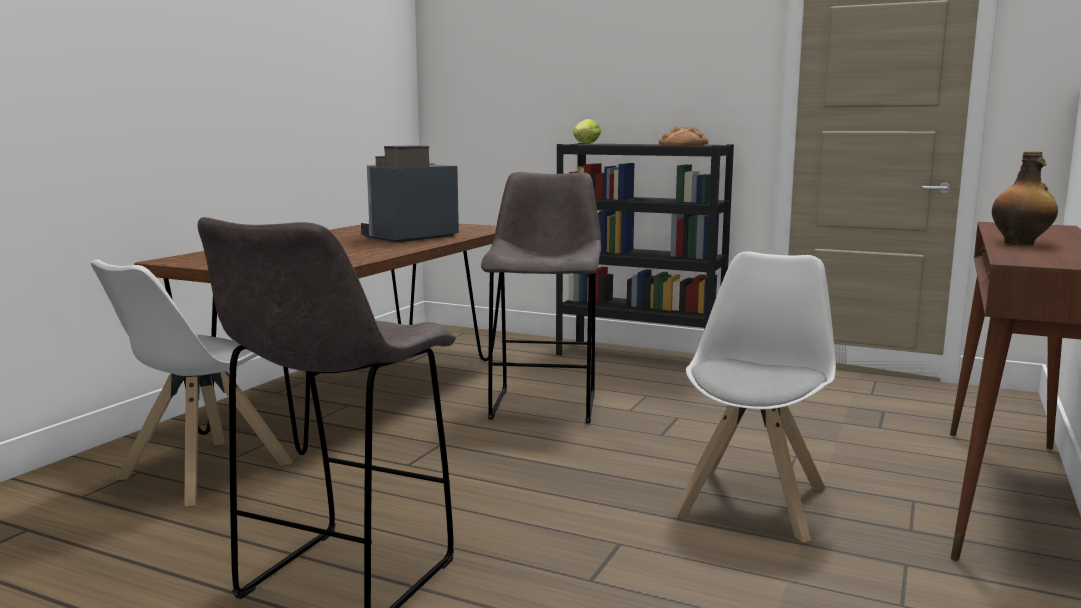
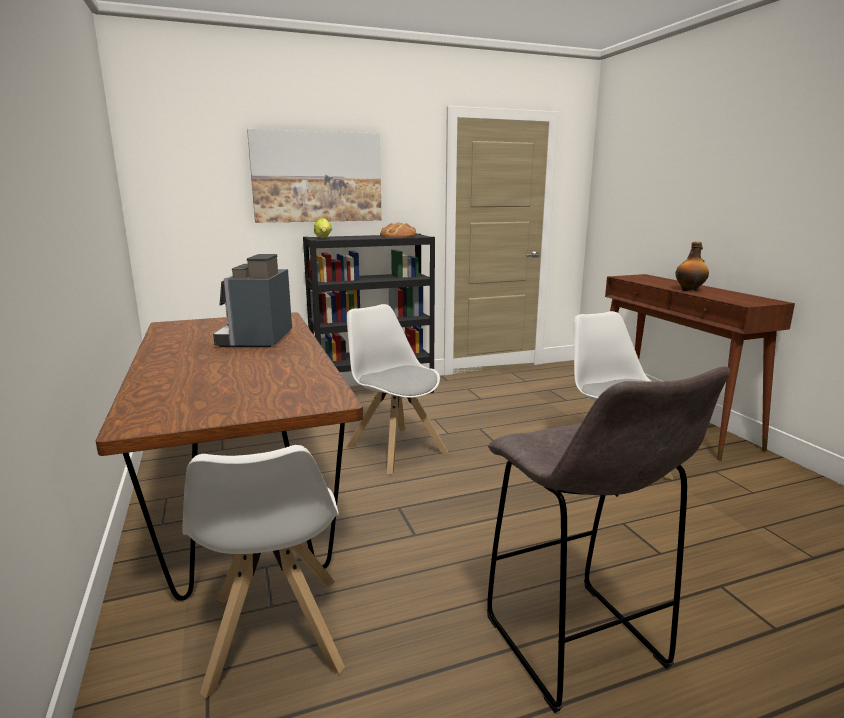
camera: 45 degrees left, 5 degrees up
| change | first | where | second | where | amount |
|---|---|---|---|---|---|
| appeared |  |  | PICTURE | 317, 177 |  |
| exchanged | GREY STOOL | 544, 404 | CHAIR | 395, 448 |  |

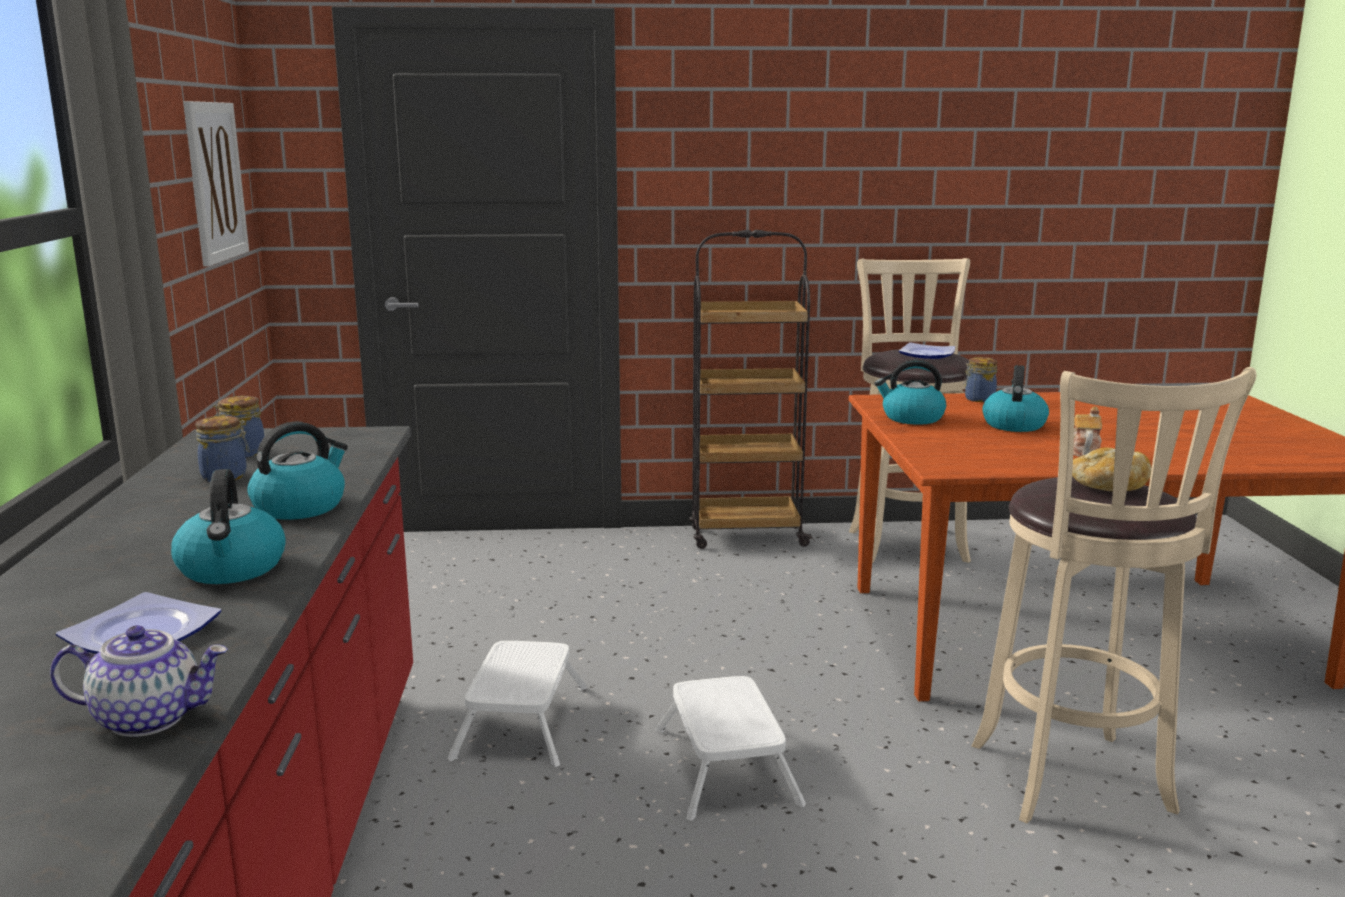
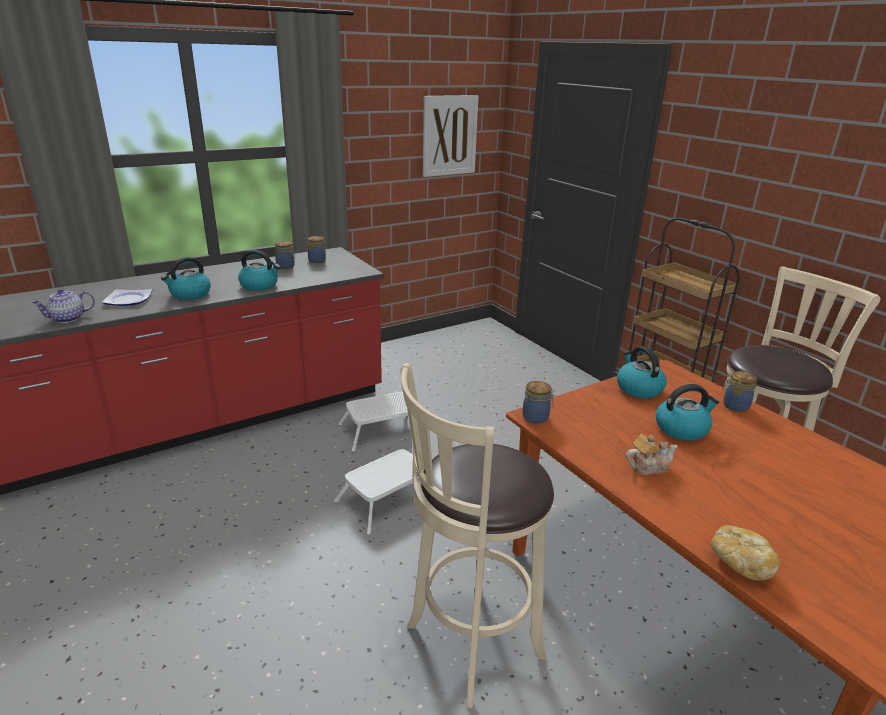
camera: 60 degrees right, 10 degrees up
| change | first | where | second | where | amount |
|---|---|---|---|---|---|
| spun | TEAPOT | 150, 718 |  | 67, 319 | 90 degrees clockwise |
| appeared |  |  | JAR | 536, 417 |  |
| relocated | BREAD | 1106, 488 |  | 739, 563 |  |
| missing | PLATE | 926, 354 |  |  |  |

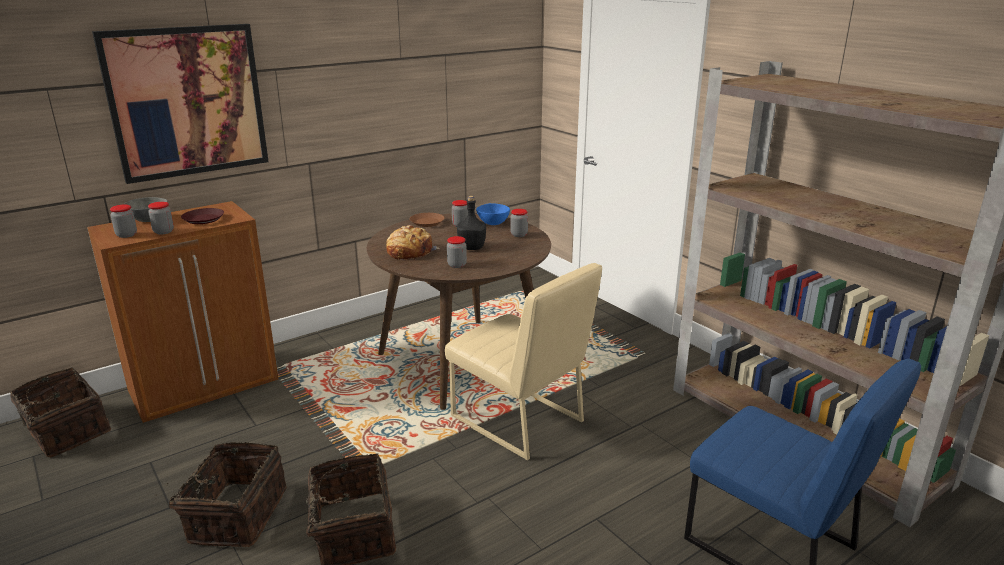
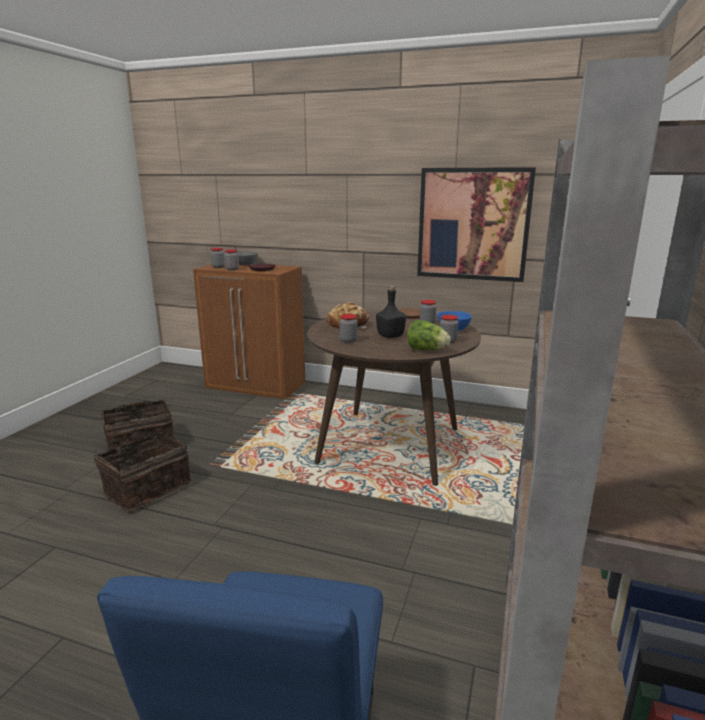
camera: 55 degrees right, 5 degrees down
| change | first | where | second | where | amount |
|---|---|---|---|---|---|
| appeared |  |  | LETTUCE | 426, 350 |  |
| relocated | PICTURE | 187, 102 |  | 473, 224 |  |
| missing | BASKET | 65, 431 |  |  |  |
| missing | BEIGE CHAIR | 519, 420 |  |  |  |

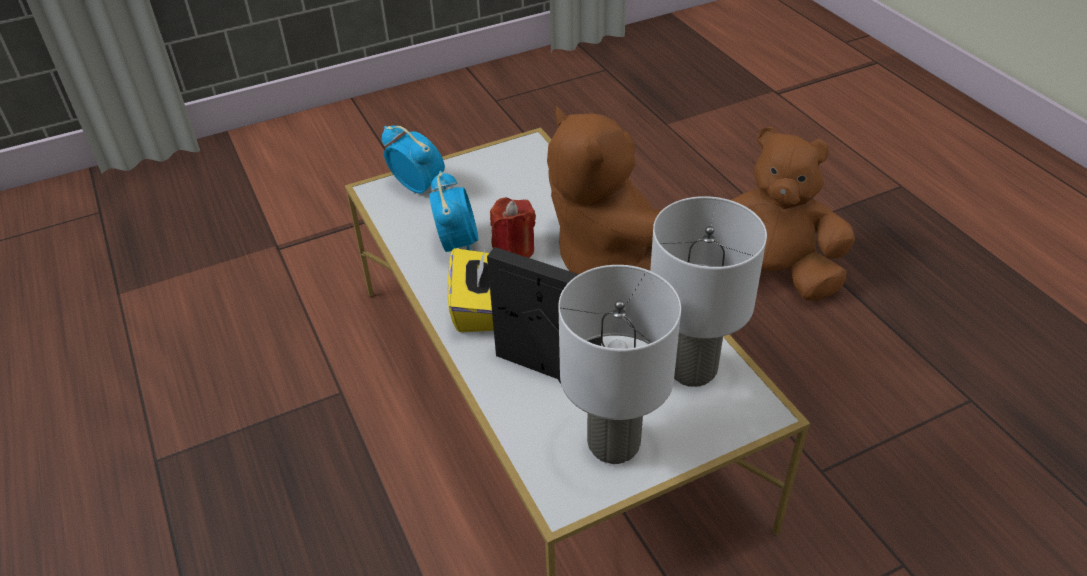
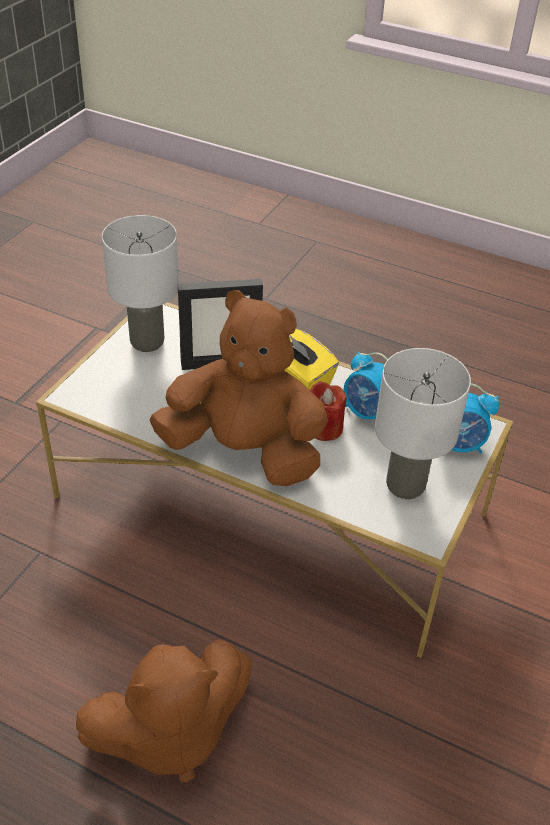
camera: 140 degrees right, 0 degrees up
| change | first | where | second | where | amount |
|---|---|---|---|---|---|
| relocated | WHITE TABLE LAMP | 694, 370 |  | 404, 488 |  |

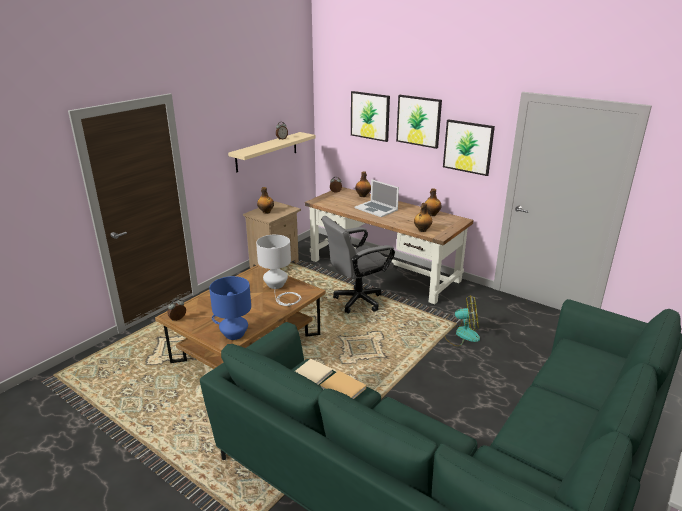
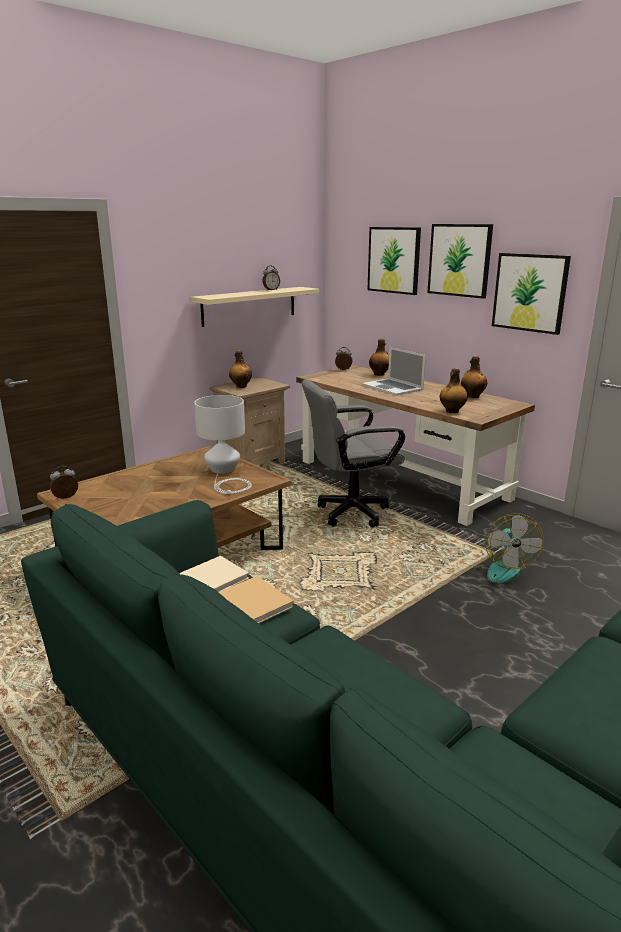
camera: 10 degrees right, 5 degrees down
| change | first | where | second | where | amount |
|---|---|---|---|---|---|
| spun | FAN | 461, 334 |  | 500, 568 | 75 degrees clockwise |
| missing | BLUE TABLE LAMP | 231, 327 |  |  |  |

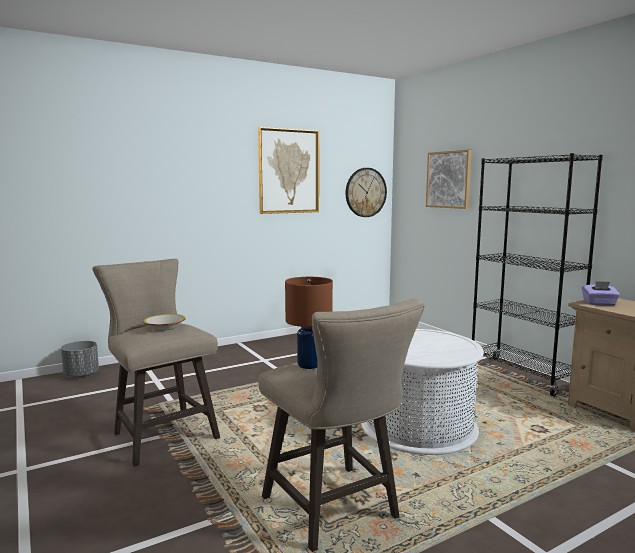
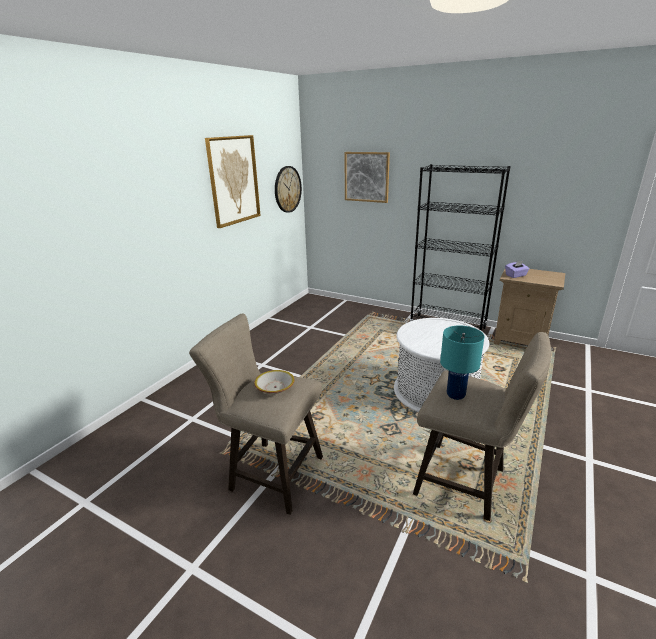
camera: 30 degrees left, 15 degrees up
| change | first | where | second | where | amount |
|---|---|---|---|---|---|
| colour | BROWN TABLE LAMP | 309, 366 | TURQUOISE TABLE LAMP | 456, 395 |  |
| missing | GREY PLANTER | 81, 375 |  |  |  |

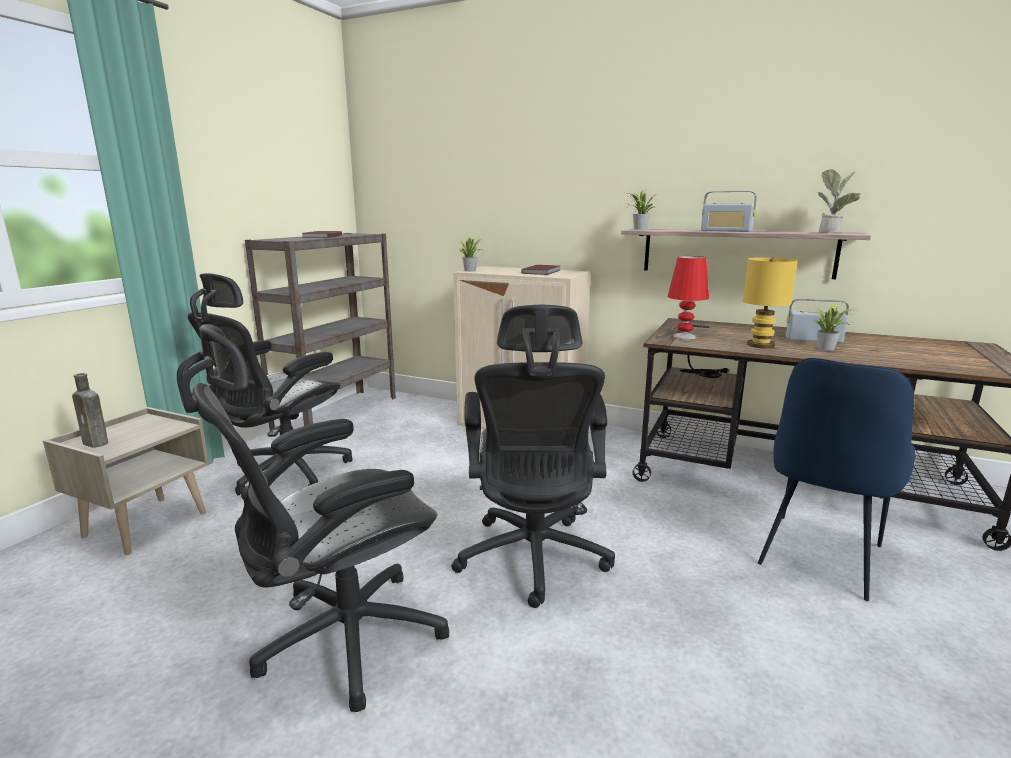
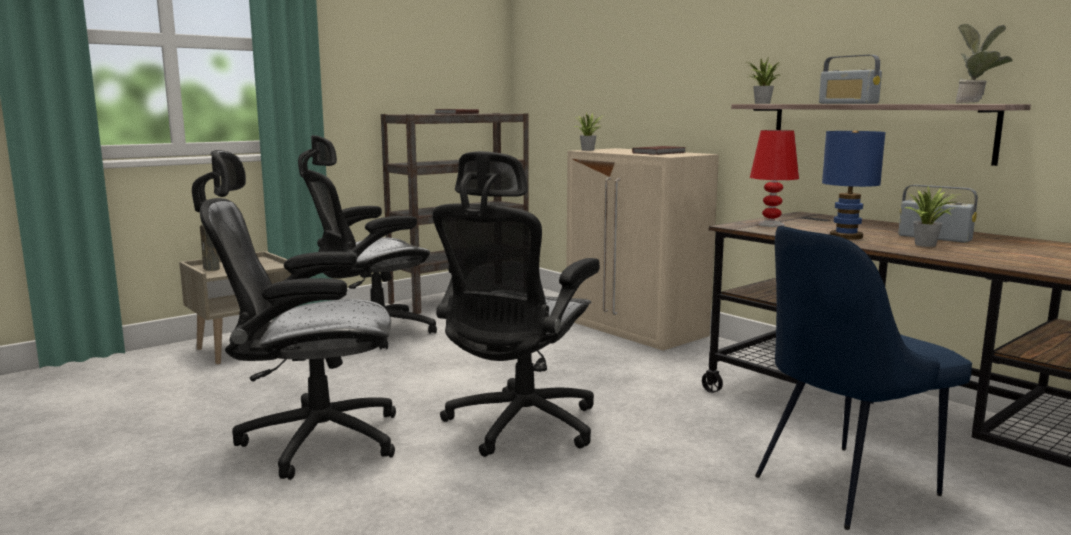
camera: 25 degrees right, 5 degrees down
| change | first | where | second | where | amount |
|---|---|---|---|---|---|
| colour | YELLOW TABLE LAMP | 761, 345 | BLUE TABLE LAMP | 847, 236 |  |

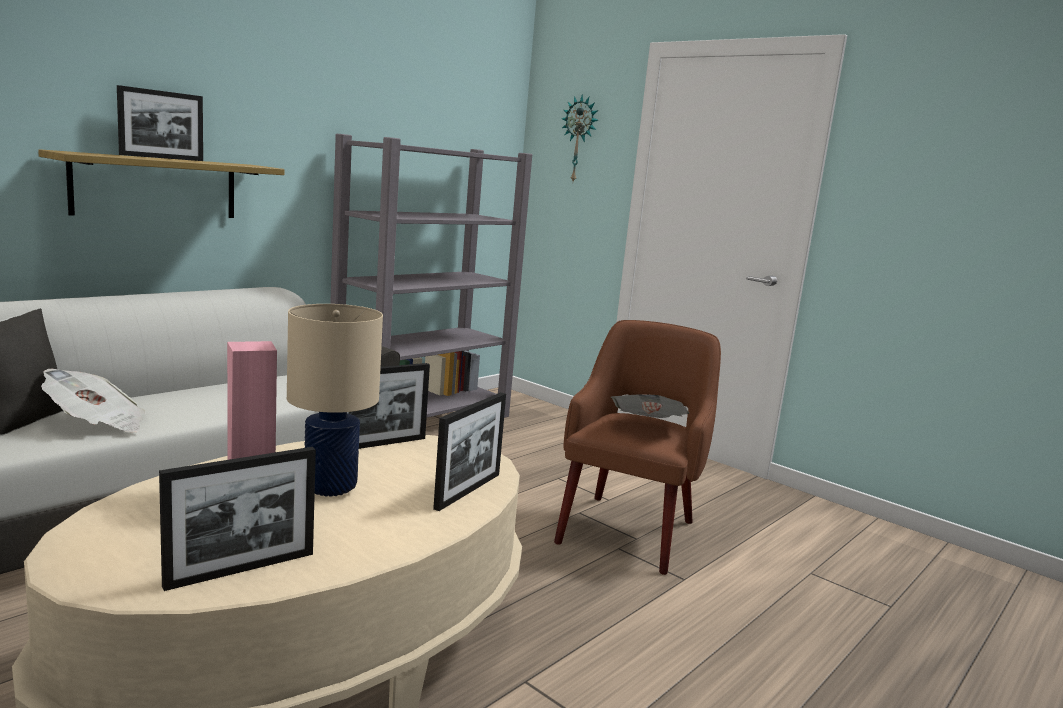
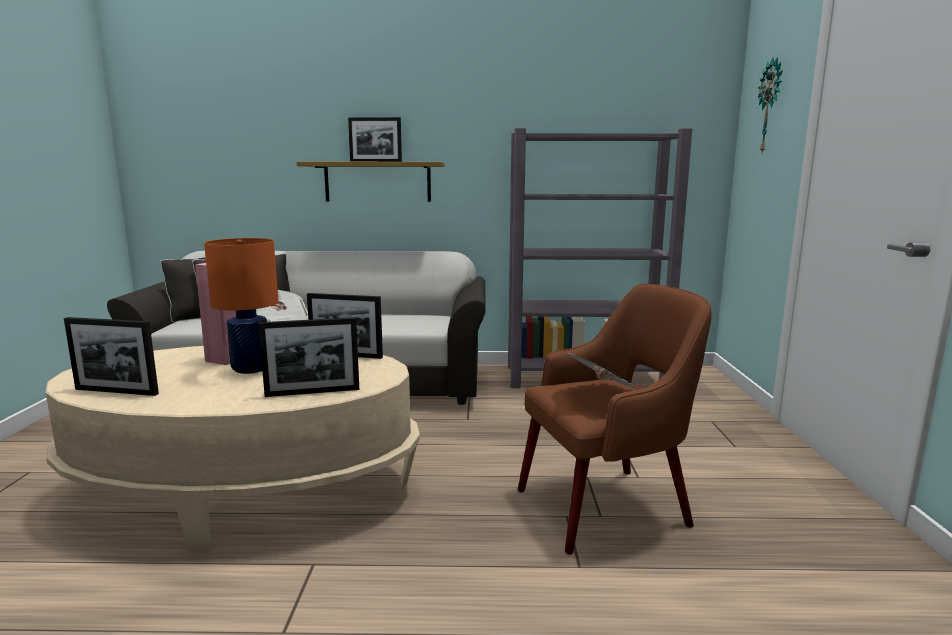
camera: 50 degrees right, 0 degrees up
| change | first | where | second | where | amount |
|---|---|---|---|---|---|
| colour | BEIGE TABLE LAMP | 330, 490 | ORANGE TABLE LAMP | 250, 370 |  |

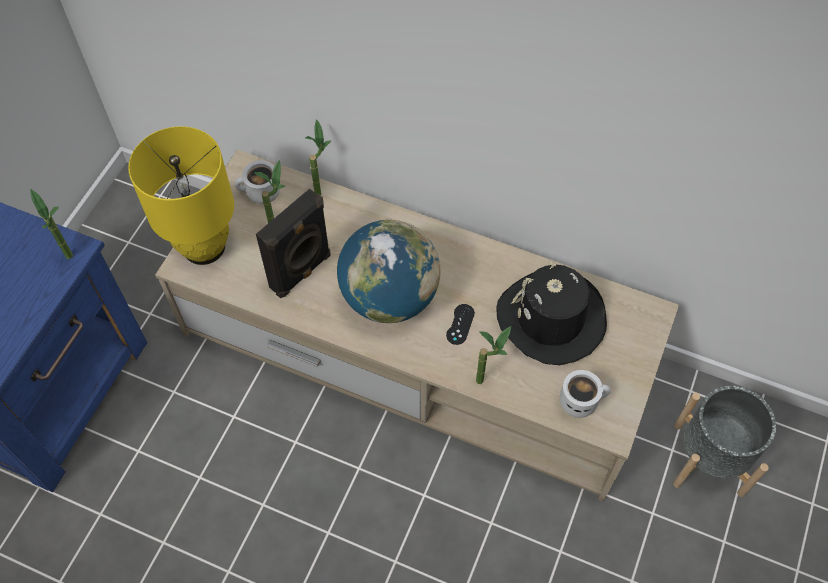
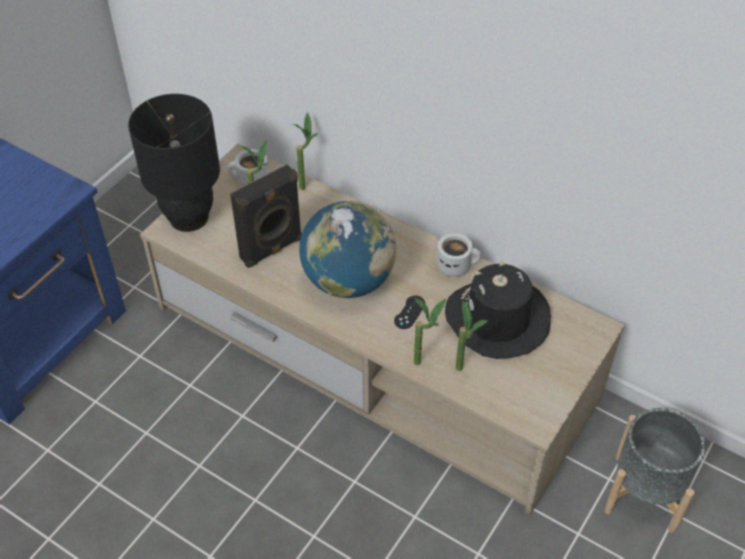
camera: 10 degrees right, 10 degrees down
| change | first | where | second | where | amount |
|---|---|---|---|---|---|
| colour | YELLOW TABLE LAMP | 204, 246 | BLACK TABLE LAMP | 189, 217 |  |
| relocated | WHITE MUG | 581, 400 |  | 456, 265 |  |
| relocated | POTTED PLANT | 74, 260 |  | 464, 372 |  |

